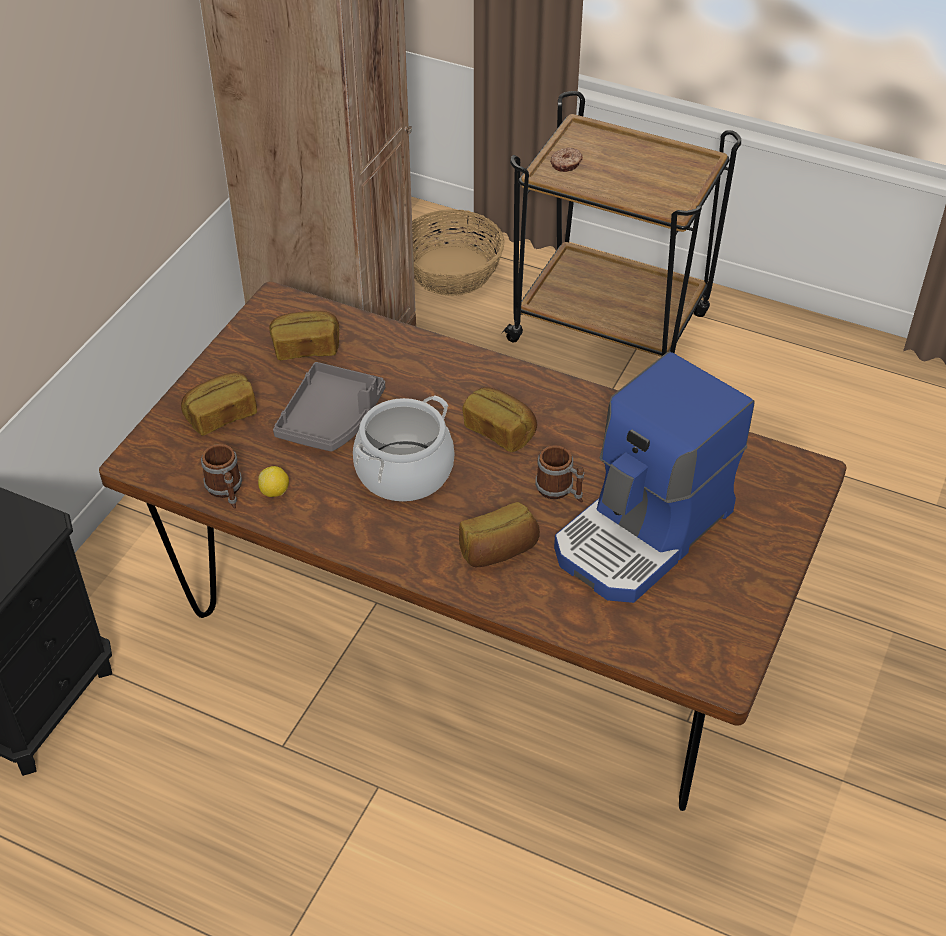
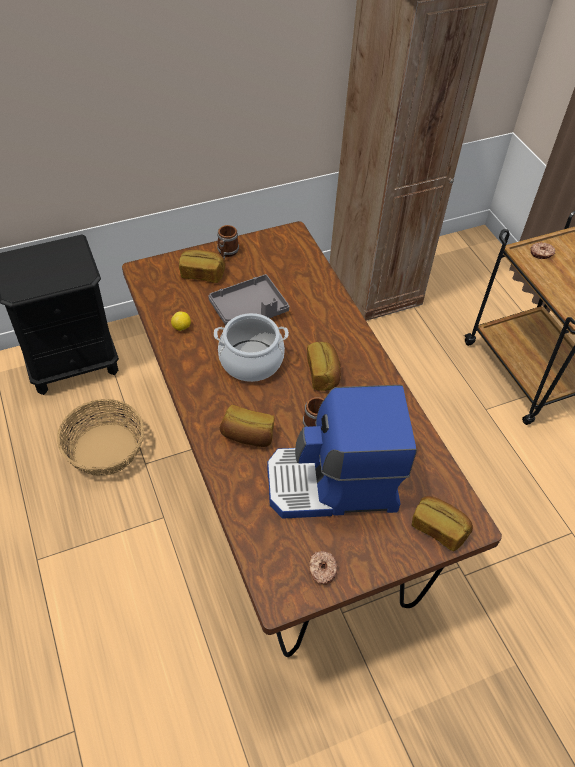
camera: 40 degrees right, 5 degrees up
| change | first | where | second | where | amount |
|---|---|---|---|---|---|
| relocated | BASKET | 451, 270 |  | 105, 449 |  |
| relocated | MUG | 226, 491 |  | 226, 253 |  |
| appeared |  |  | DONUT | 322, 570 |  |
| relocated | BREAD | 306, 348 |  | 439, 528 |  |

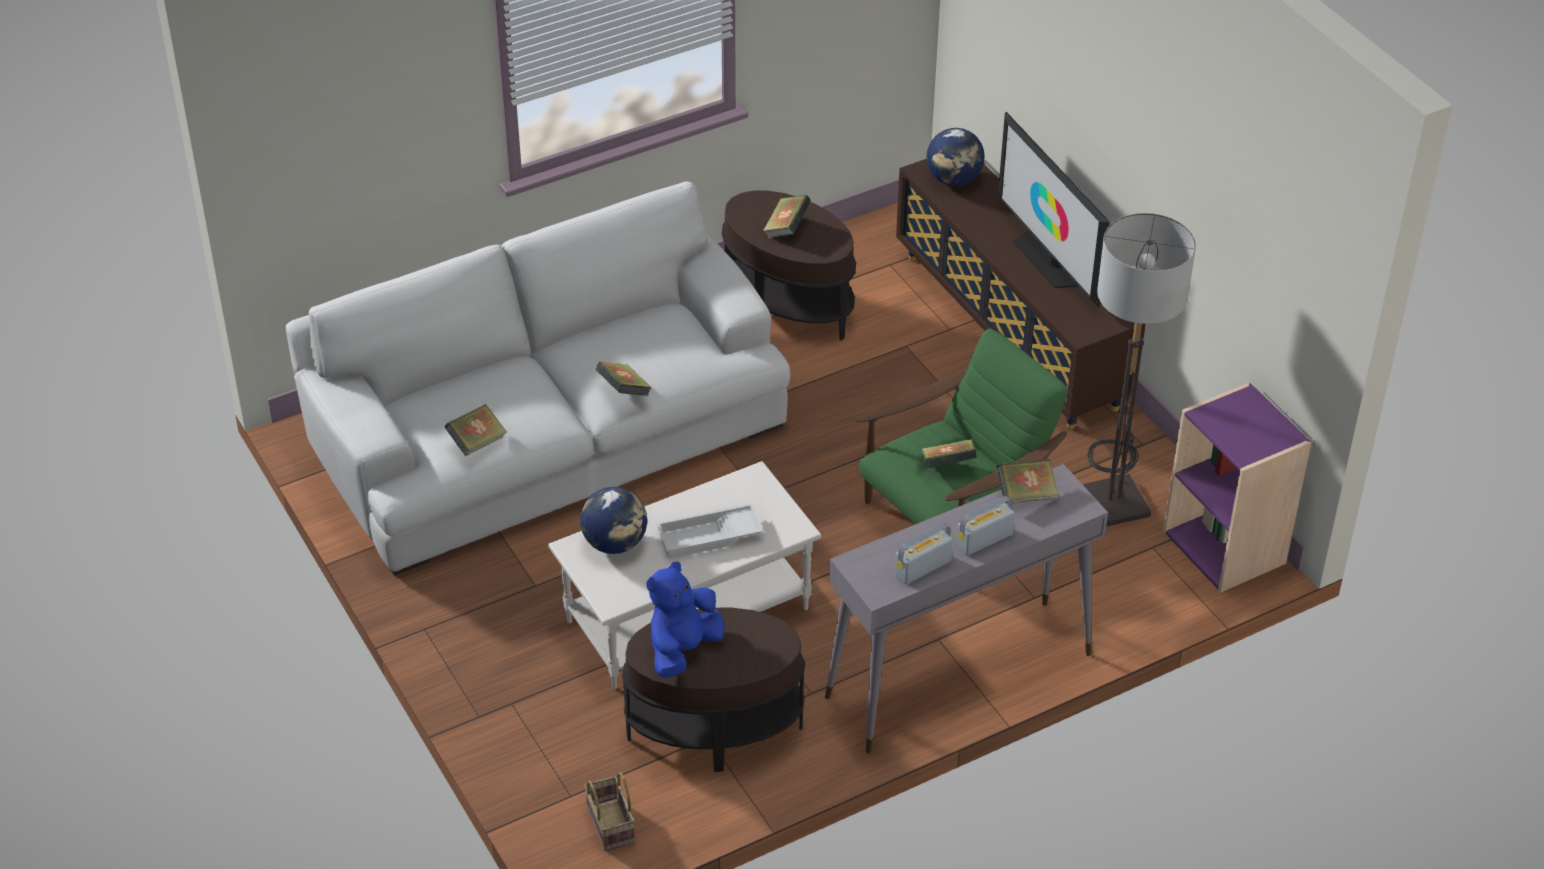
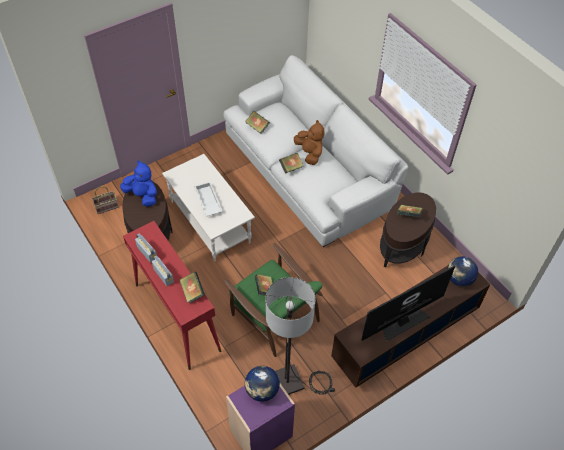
camera: 85 degrees right, 10 degrees up
| change | first | where | second | where | amount |
|---|---|---|---|---|---|
| colour | GREY CONSOLE TABLE | 957, 676 | RED CONSOLE TABLE | 176, 317 |  |
| relocated | GLOBE | 615, 543 |  | 262, 390 |  |
| appeared |  |  | BROWN PLUSH TOY | 309, 153 |  |

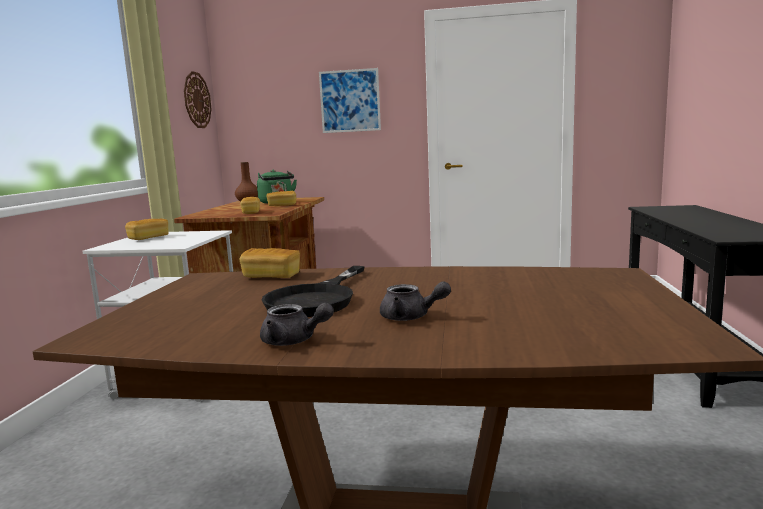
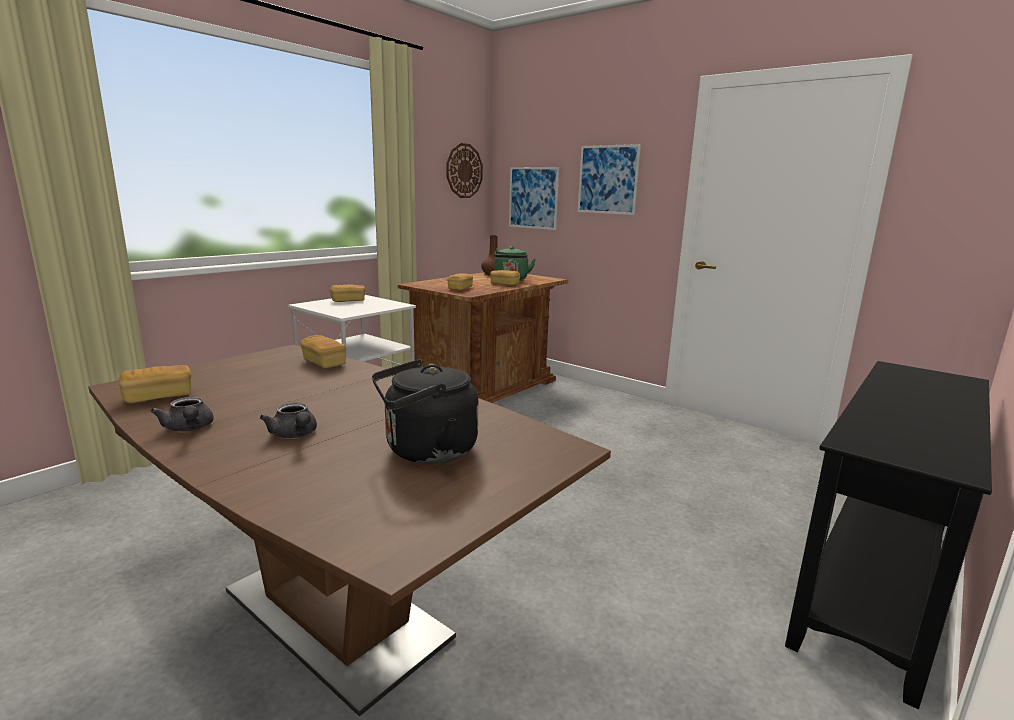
camera: 30 degrees right, 5 degrees up
| change | first | where | second | where | amount |
|---|---|---|---|---|---|
| appeared |  |  | BREAD | 159, 397 |  |
| appeared |  |  | BLACK KETTLE | 426, 451 |  |
| appeared |  |  | PICTURE | 533, 198 |  |
| missing | BLACK FRYING PAN | 317, 299 |  |  |  |

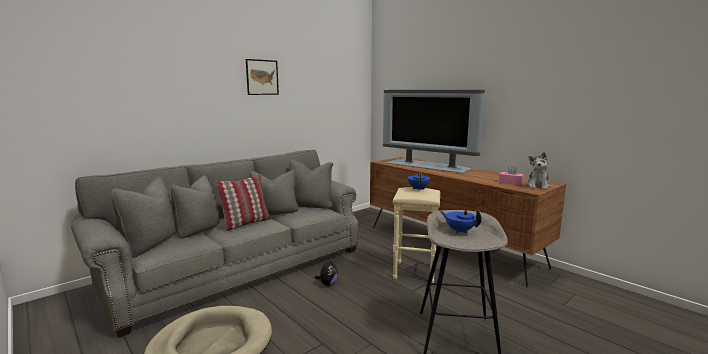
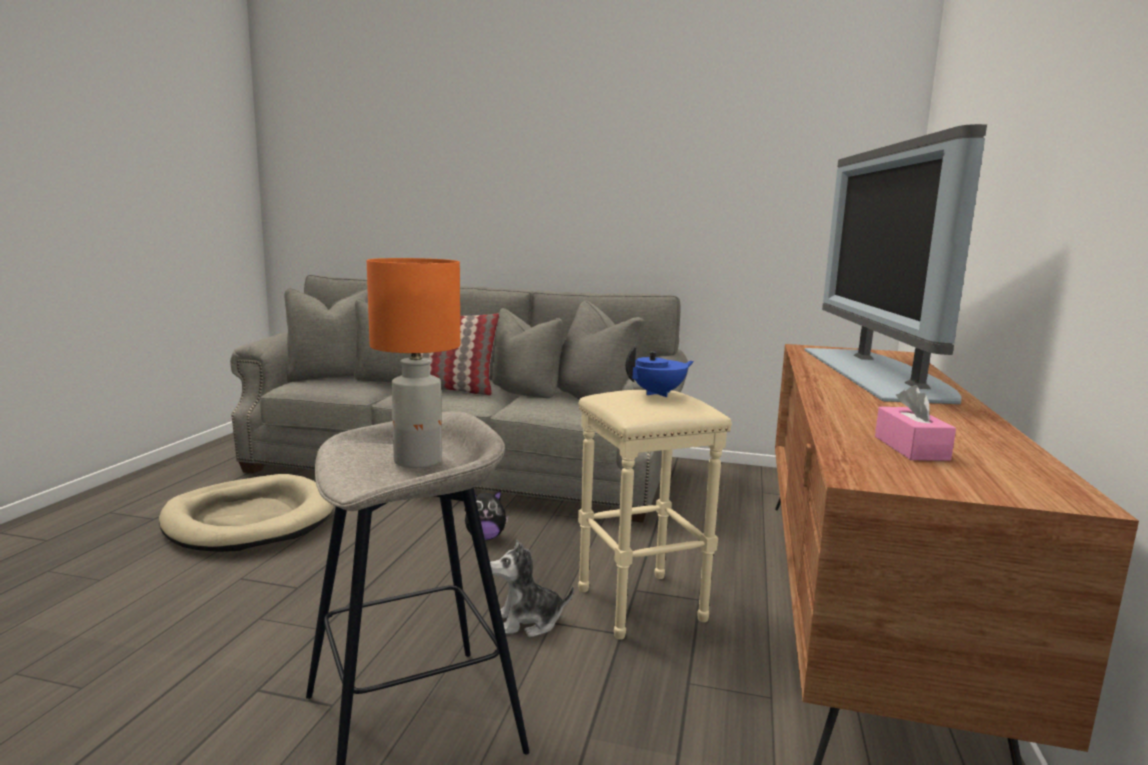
camera: 55 degrees right, 0 degrees up
| change | first | where | second | where | amount |
|---|---|---|---|---|---|
| exchanged | BLUE TEAPOT | 459, 231 | ORANGE TABLE LAMP | 419, 461 |  |
| relocated | PLUSH TOY | 537, 186 |  | 527, 622 |  |
| missing | PICTURE | 262, 77 |  |  |  |

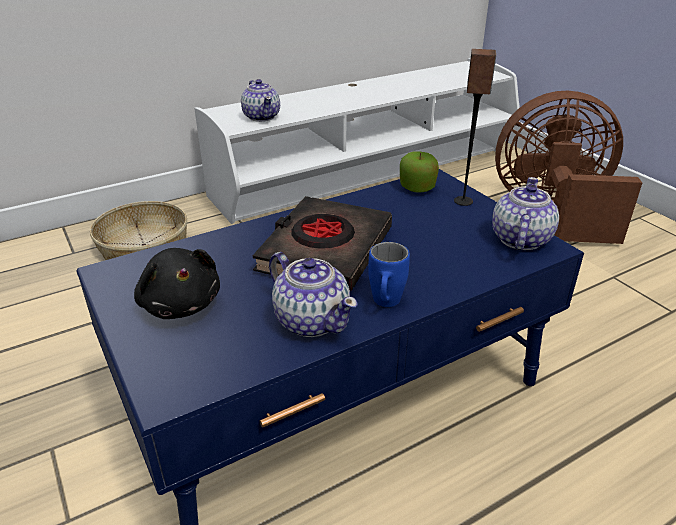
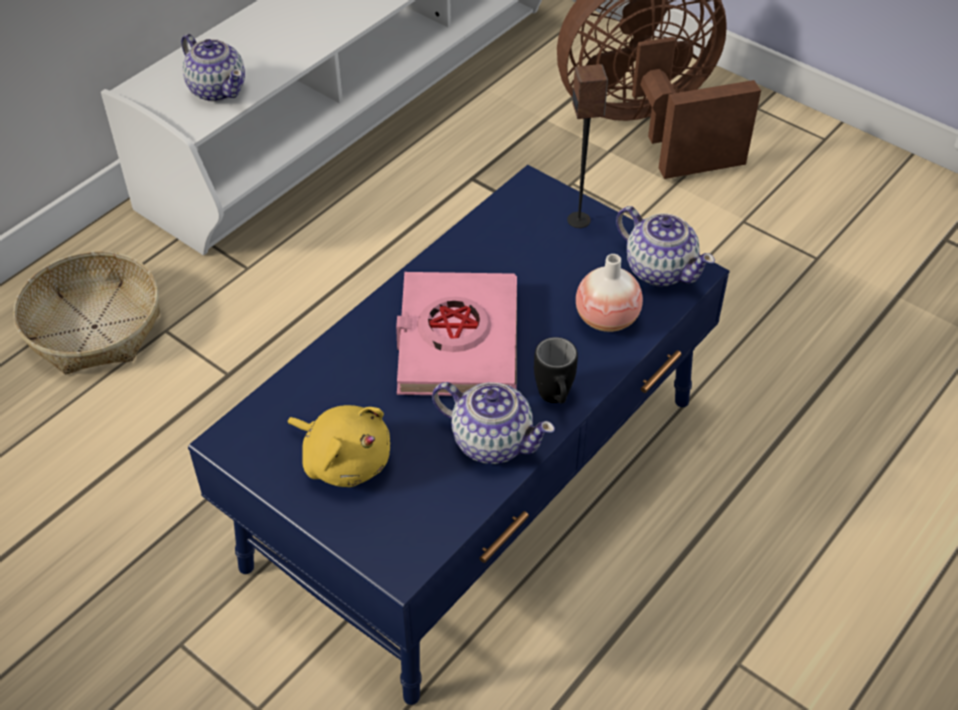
camera: 20 degrees left, 15 degrees up
| change | first | where | second | where | amount |
|---|---|---|---|---|---|
| colour | BLACK PLUSH TOY | 180, 304 | YELLOW PLUSH TOY | 344, 459 |  |
| colour | BLACK BOOK | 325, 250 | PINK BOOK | 457, 342 |  |
| colour | BLUE MUG | 385, 304 | BLACK MUG | 555, 400 |  |
| appeared |  |  | VASE | 606, 319 |  |
| spun | TEAPOT | 519, 239 |  | 659, 269 | 135 degrees clockwise |
| missing | APPLE | 417, 188 |  |  |  |

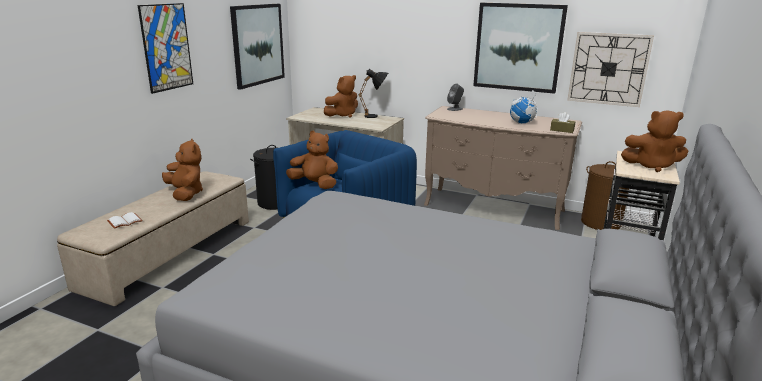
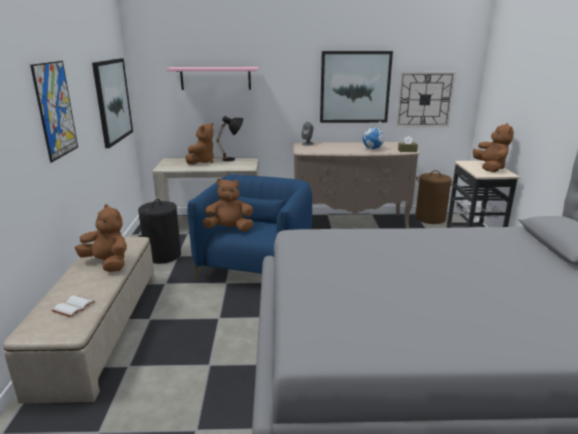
camera: 25 degrees left, 0 degrees up
| change | first | where | second | where | amount |
|---|---|---|---|---|---|
| appeared |  |  | PINK SHELF | 215, 78 |  |
| spun | BROWN PLUSH TOY | 652, 166 |  | 490, 168 | 75 degrees counterclockwise |

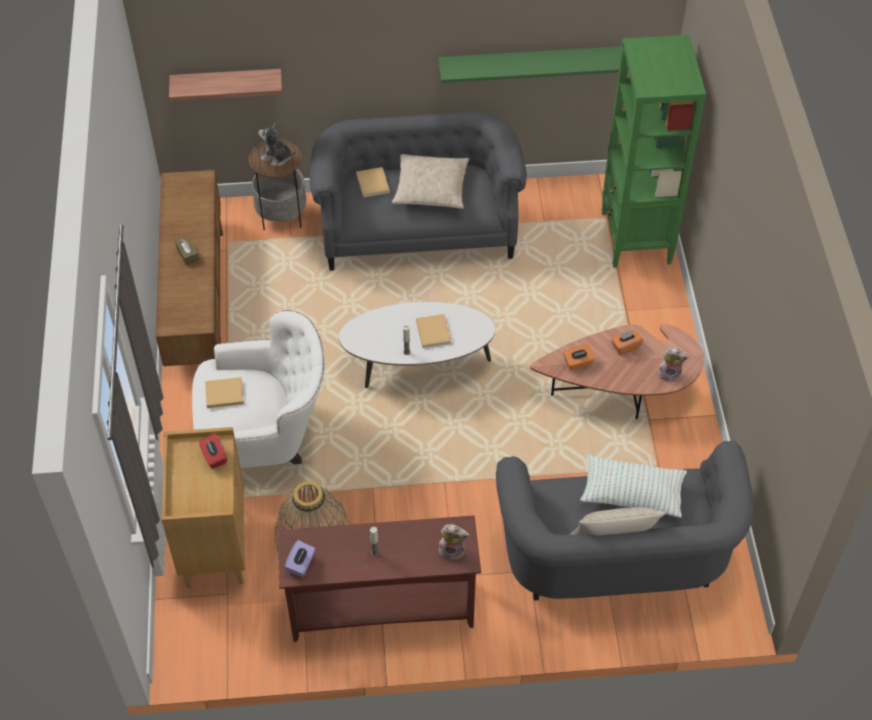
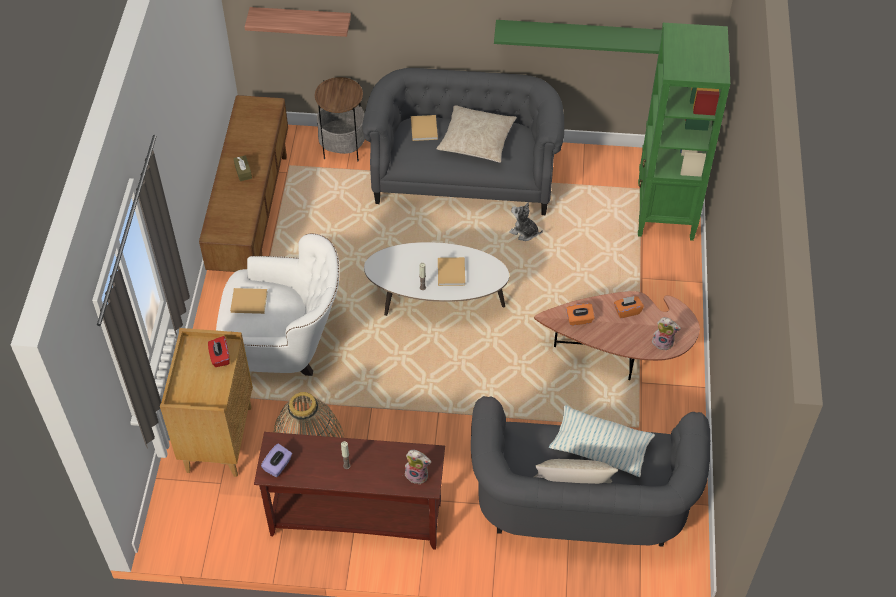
camera: 10 degrees right, 0 degrees up
| change | first | where | second | where | amount |
|---|---|---|---|---|---|
| relocated | PLUSH TOY | 277, 157 |  | 524, 232 |  |

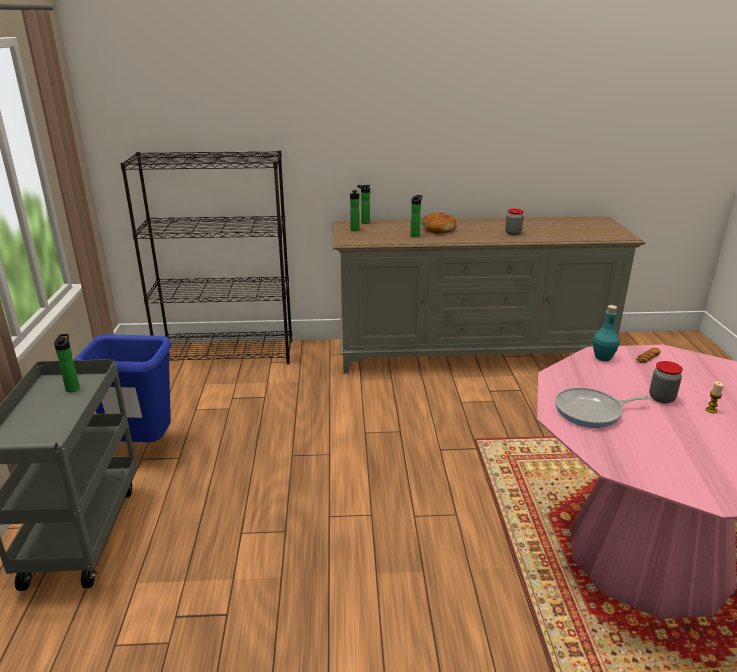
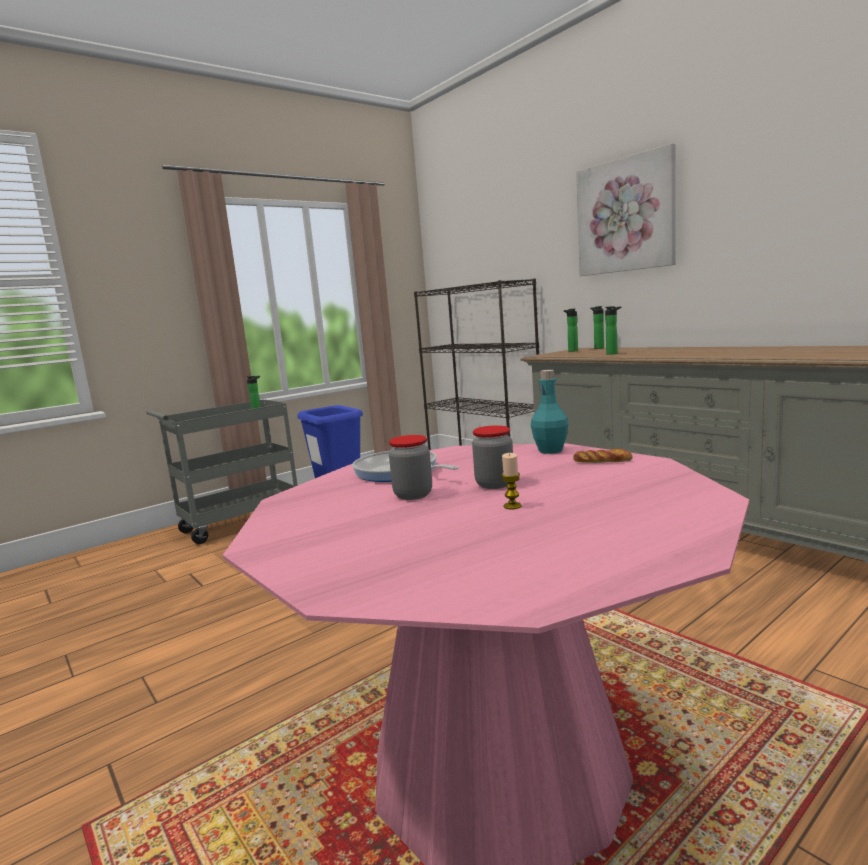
camera: 55 degrees right, 15 degrees down
| change | first | where | second | where | amount |
|---|---|---|---|---|---|
| relocated | JAR | 513, 233 |  | 413, 495 |  |
| appeared |  |  | PICTURE | 626, 215 |  |
| missing | BREAD | 439, 229 |  |  |  |

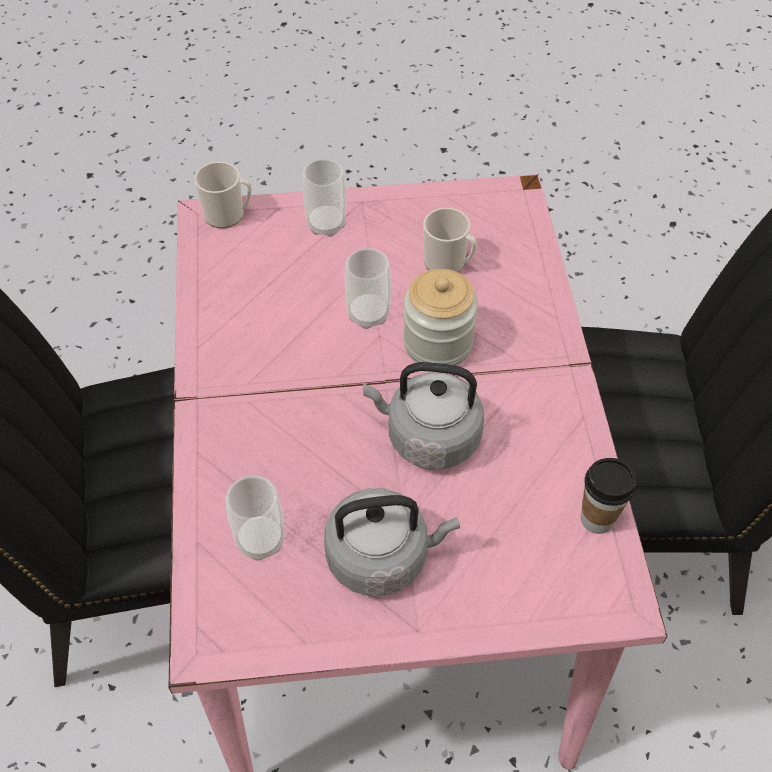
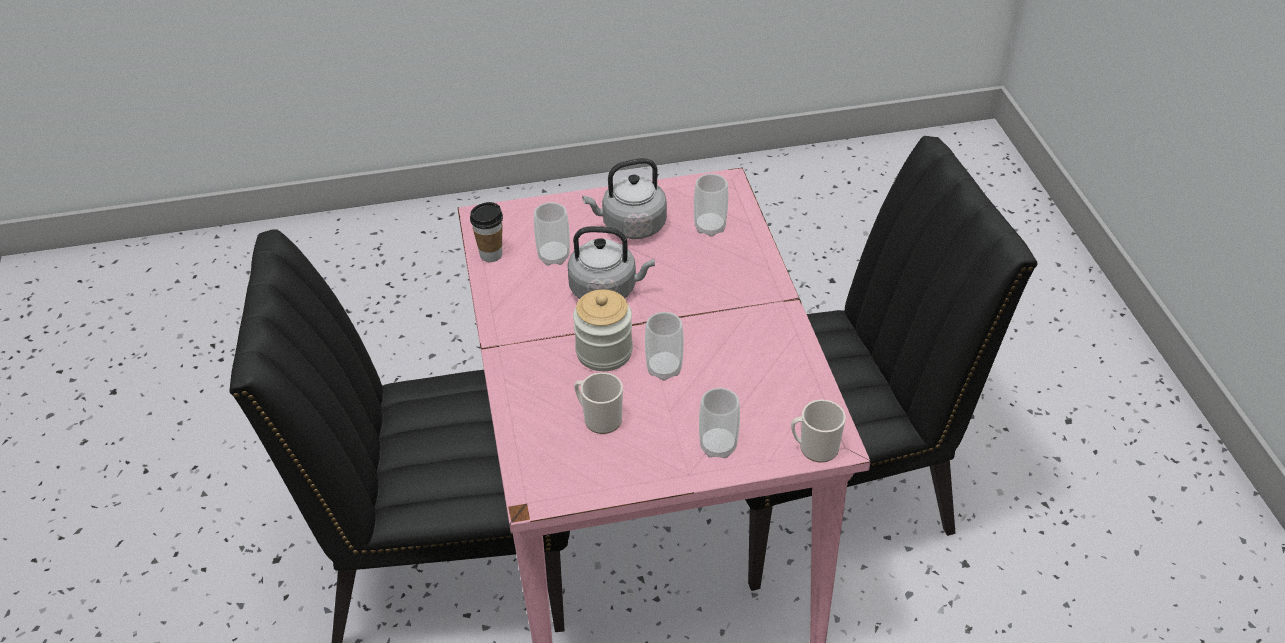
camera: 175 degrees right, 10 degrees down
| change | first | where | second | where | amount |
|---|---|---|---|---|---|
| appeared |  |  | CUP | 554, 257 |  |

